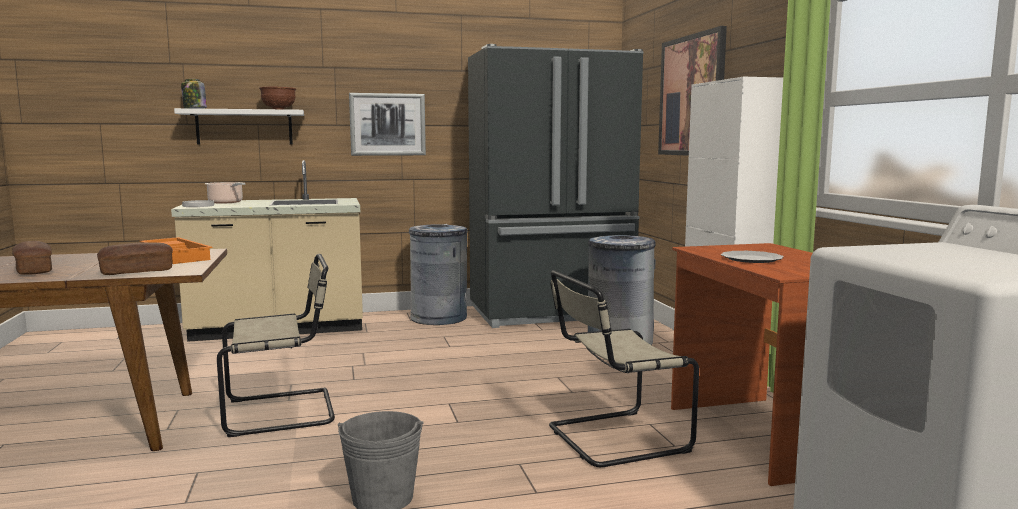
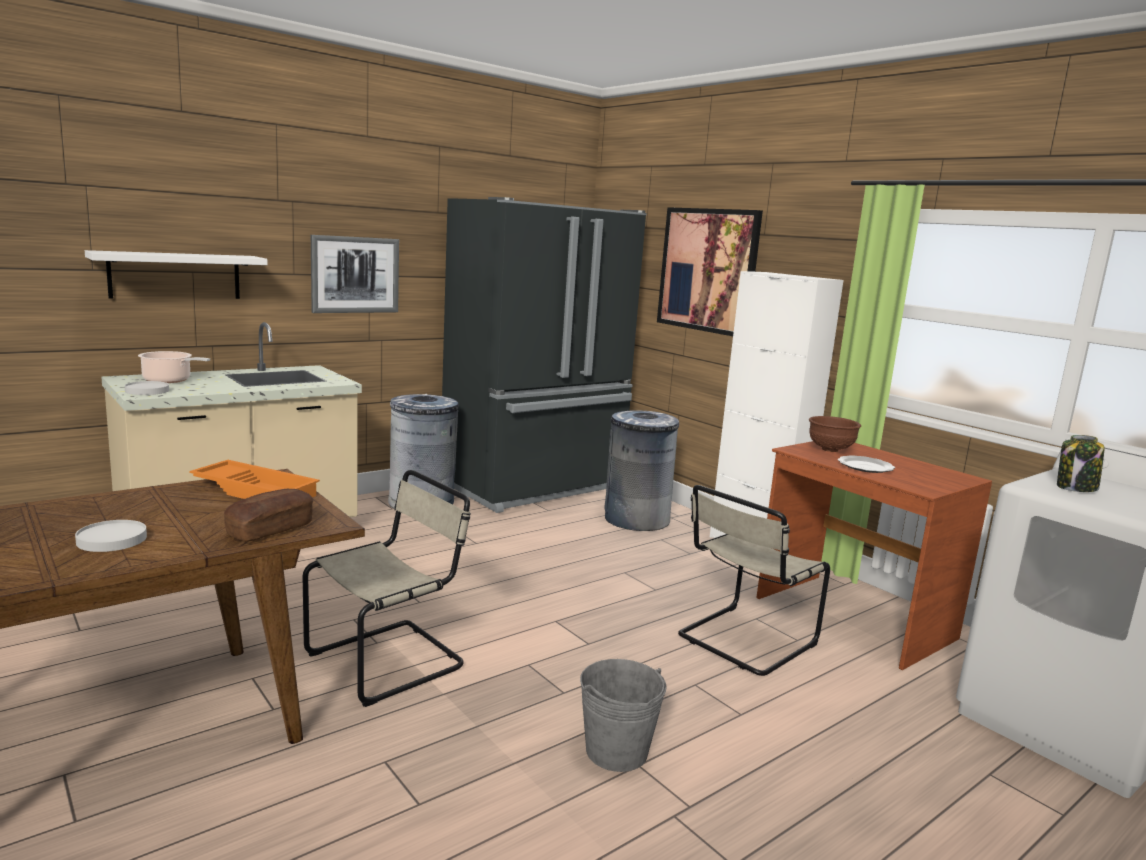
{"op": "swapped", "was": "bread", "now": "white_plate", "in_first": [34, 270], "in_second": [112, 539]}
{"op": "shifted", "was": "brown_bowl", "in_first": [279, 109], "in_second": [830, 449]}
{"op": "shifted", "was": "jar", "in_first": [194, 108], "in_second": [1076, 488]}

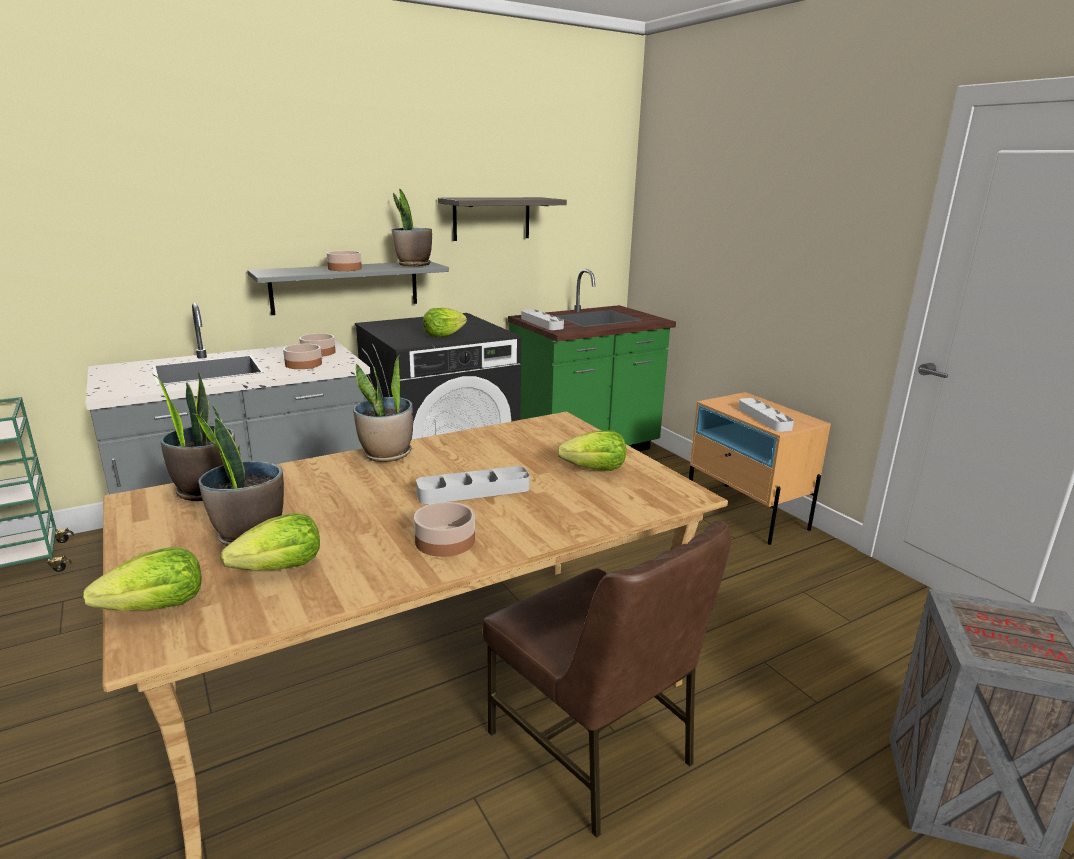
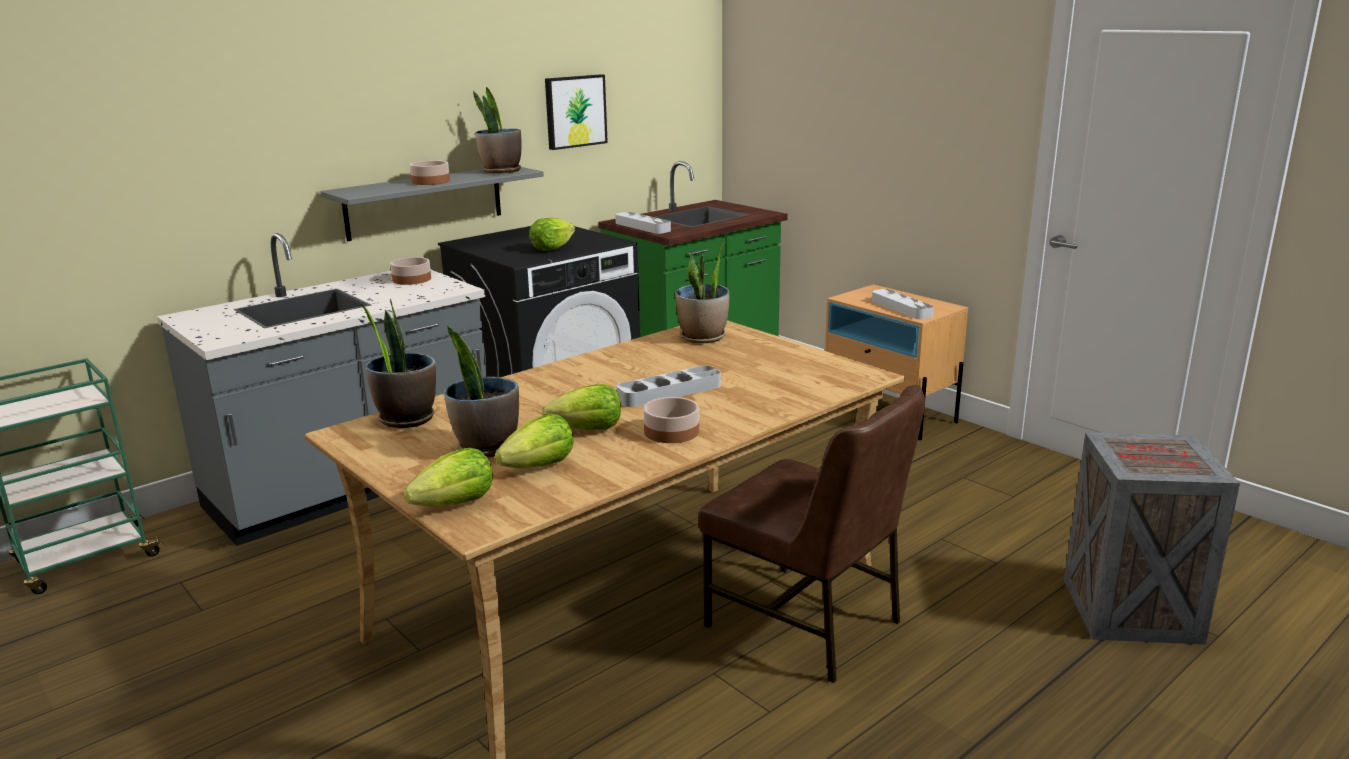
{"op": "shifted", "was": "lettuce", "in_first": [595, 469], "in_second": [588, 430]}
{"op": "swapped", "was": "shelf", "now": "picture", "in_first": [491, 218], "in_second": [575, 111]}
{"op": "shifted", "was": "potted_plant", "in_first": [386, 454], "in_second": [703, 338]}
{"op": "gone", "was": "bowl", "in_first": [303, 364]}

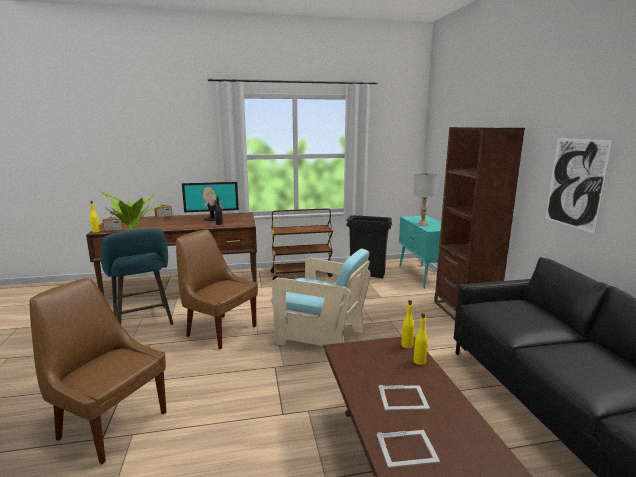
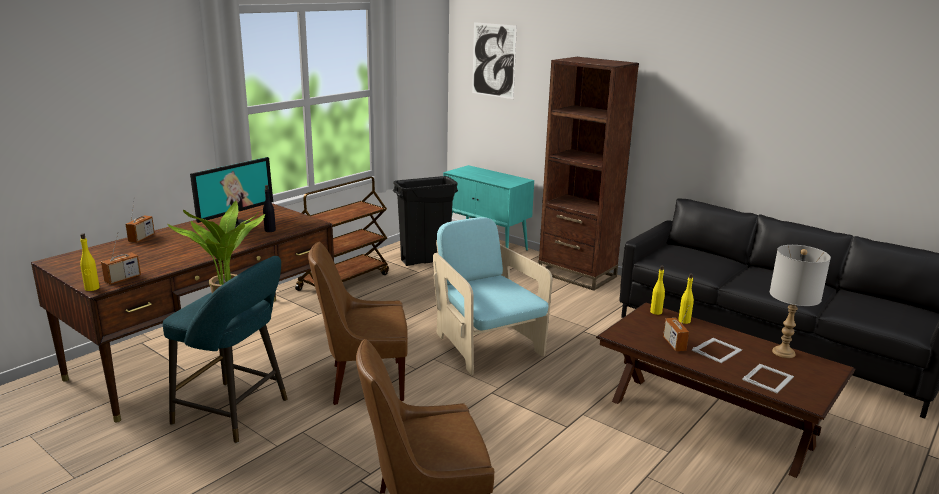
{"op": "rotated", "was": "turquoise_armchair", "in_first": [320, 336], "in_second": [486, 346], "clockwise": -105}
{"op": "shifted", "was": "picture", "in_first": [575, 183], "in_second": [493, 60]}
{"op": "new", "now": "radio", "in_second": [674, 344]}
{"op": "shifted", "was": "grey_table_lamp", "in_first": [422, 224], "in_second": [783, 352]}

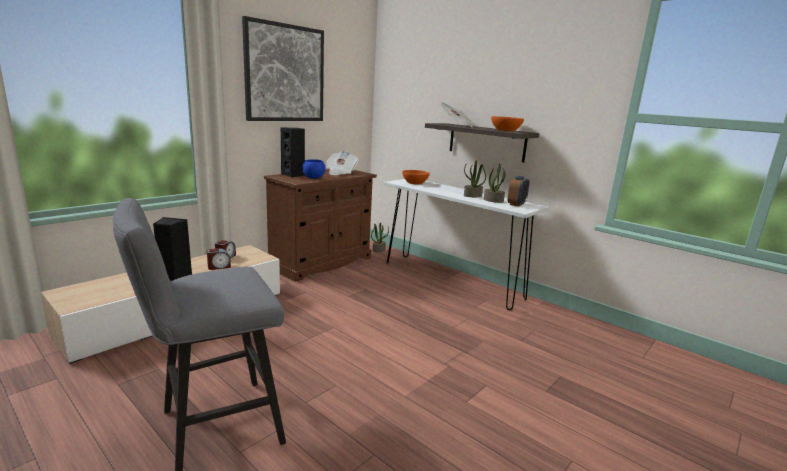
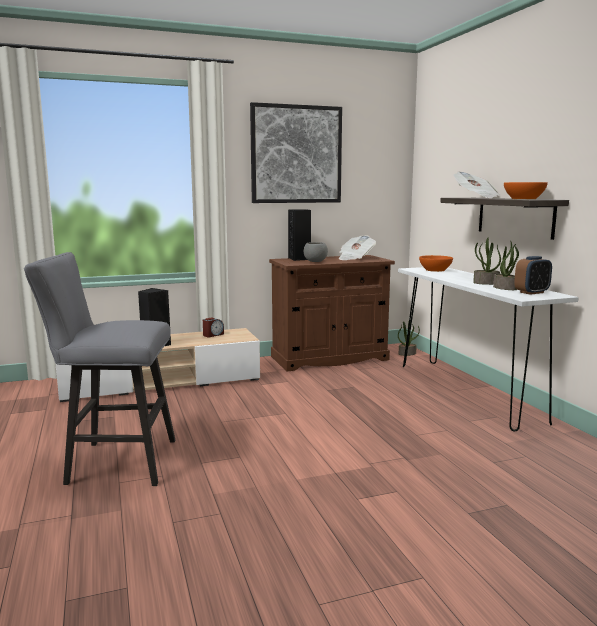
{"op": "repainted", "was": "blue_bowl", "now": "grey_bowl", "in_first": [313, 178], "in_second": [315, 261]}
{"op": "gone", "was": "alarm_clock", "in_first": [219, 267]}

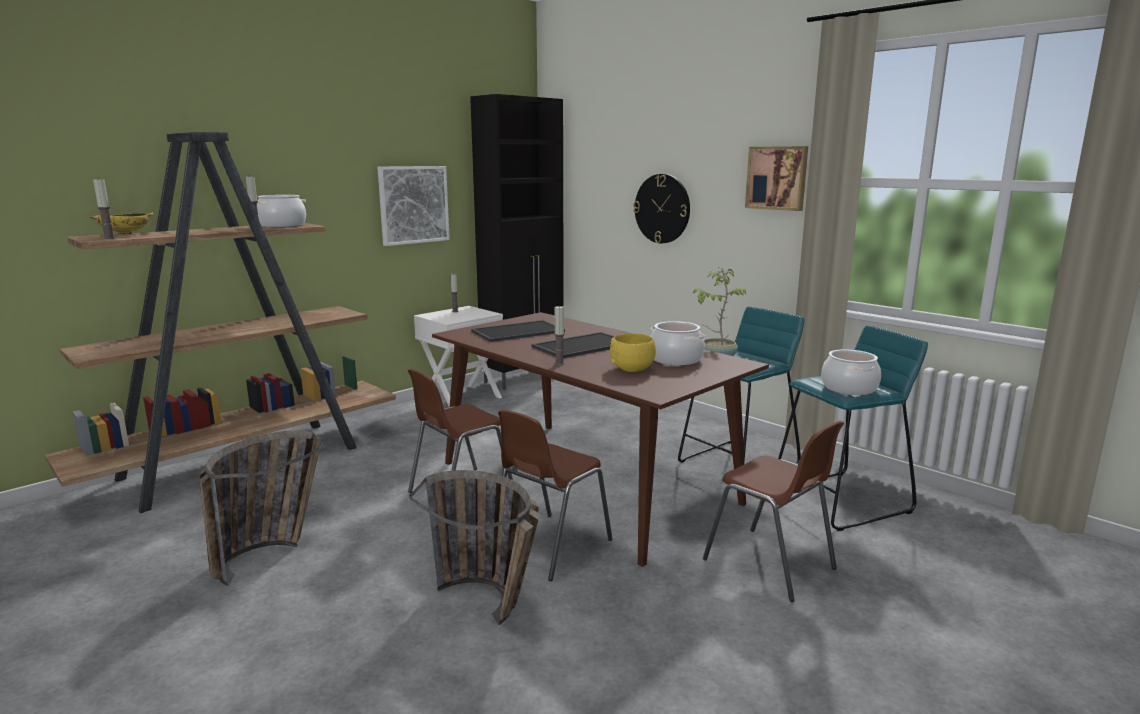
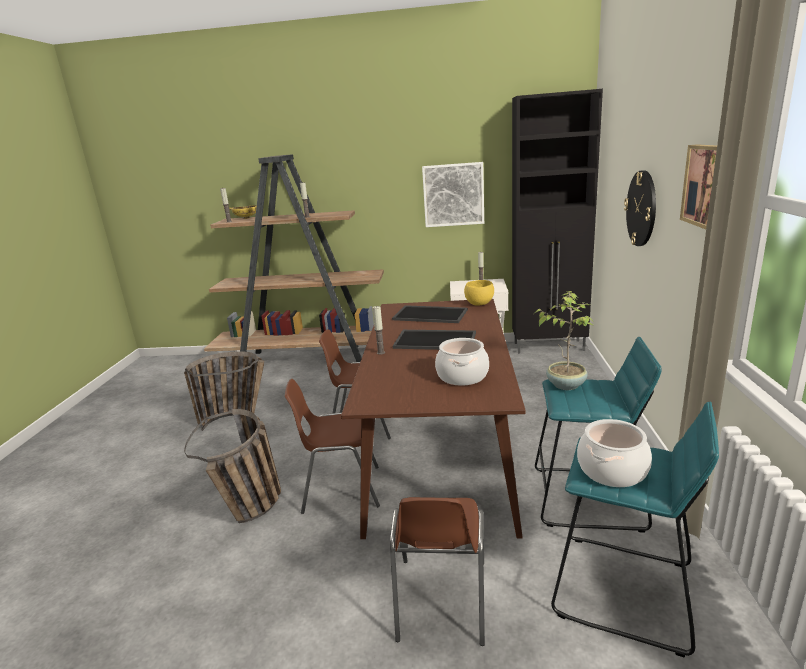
{"op": "shifted", "was": "yellow_bowl", "in_first": [633, 369], "in_second": [479, 303]}
{"op": "gone", "was": "cooking_pot", "in_first": [282, 225]}

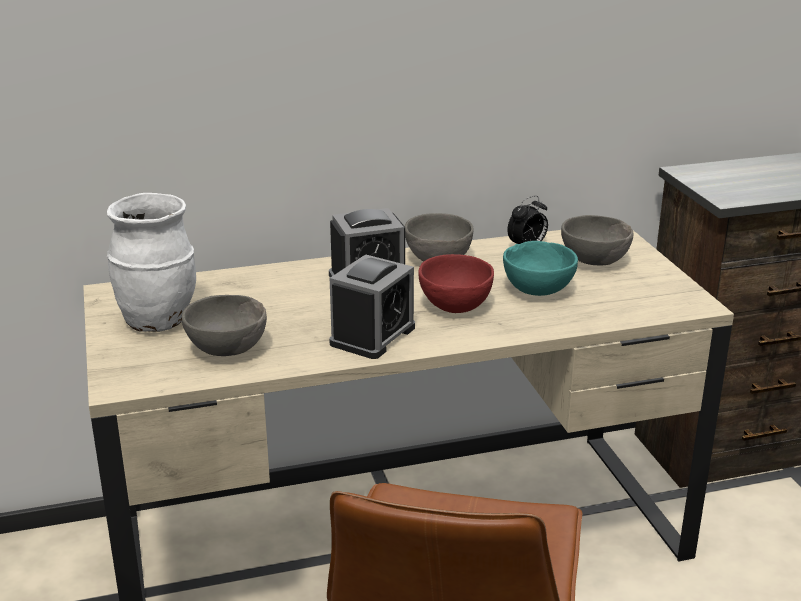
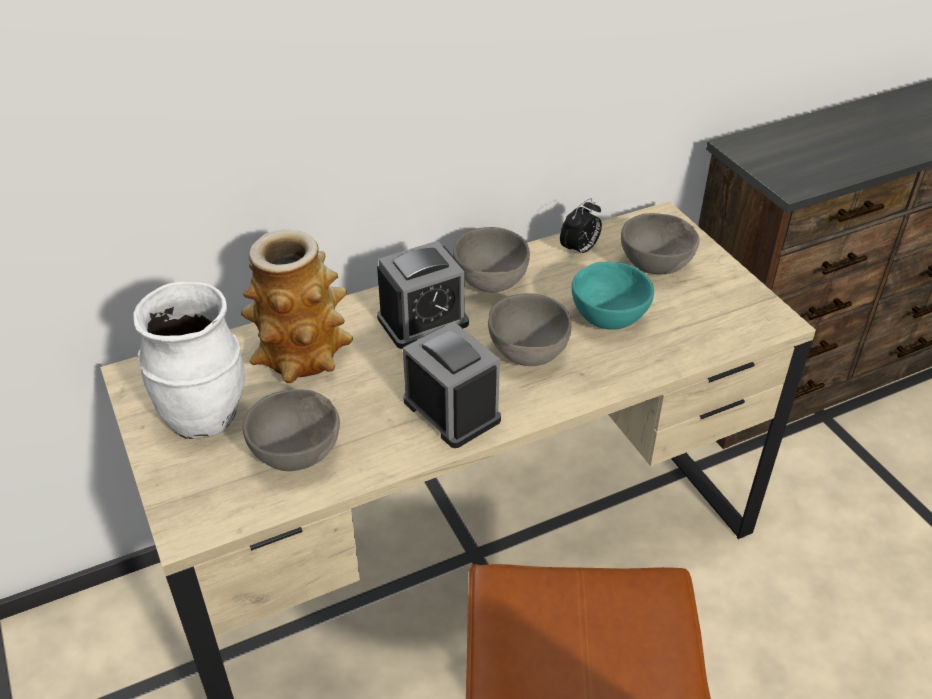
{"op": "new", "now": "vase", "in_second": [302, 354]}
{"op": "rotated", "was": "alarm_clock", "in_first": [373, 335], "in_second": [451, 410], "clockwise": -60}
{"op": "repainted", "was": "red_bowl", "now": "grey_bowl", "in_first": [454, 306], "in_second": [527, 353]}

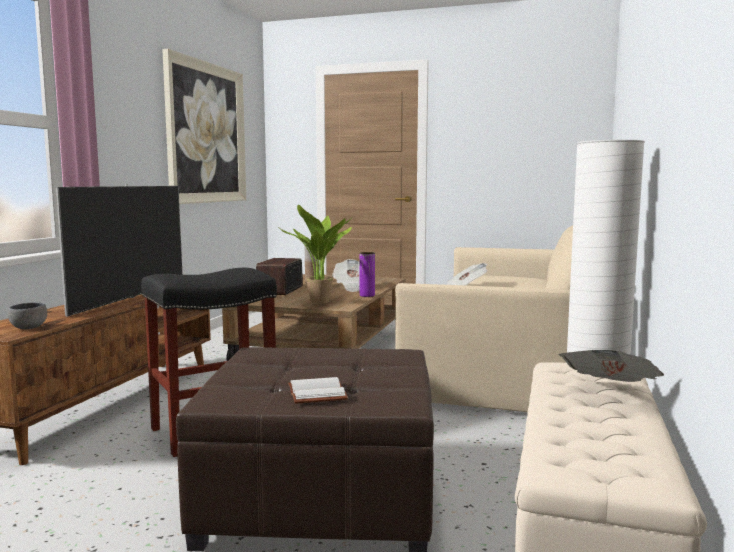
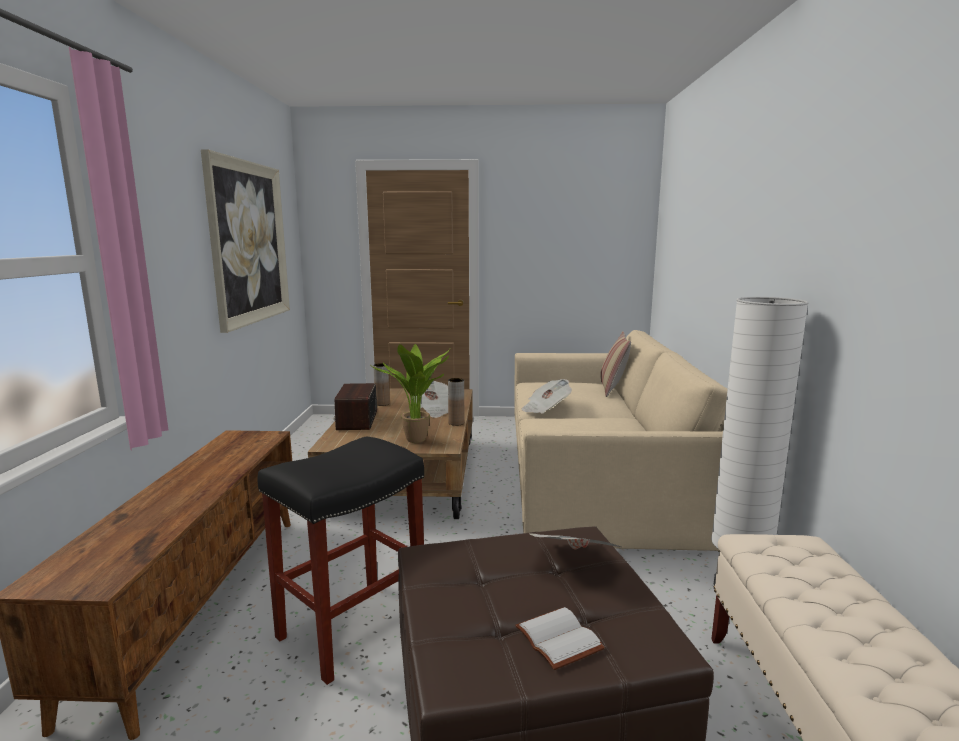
{"op": "repainted", "was": "purple_vase", "now": "brown_vase", "in_first": [367, 295], "in_second": [456, 423]}
{"op": "shifted", "was": "newspaper", "in_first": [610, 393], "in_second": [575, 562]}
{"op": "new", "now": "pillow", "in_second": [612, 389]}
{"op": "gone", "was": "grey_bowl", "in_first": [27, 328]}
{"op": "gone", "was": "television", "in_first": [131, 297]}

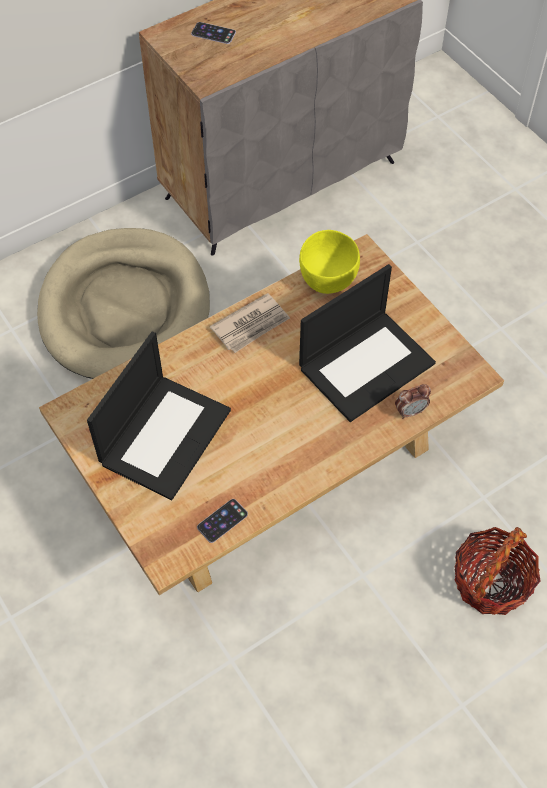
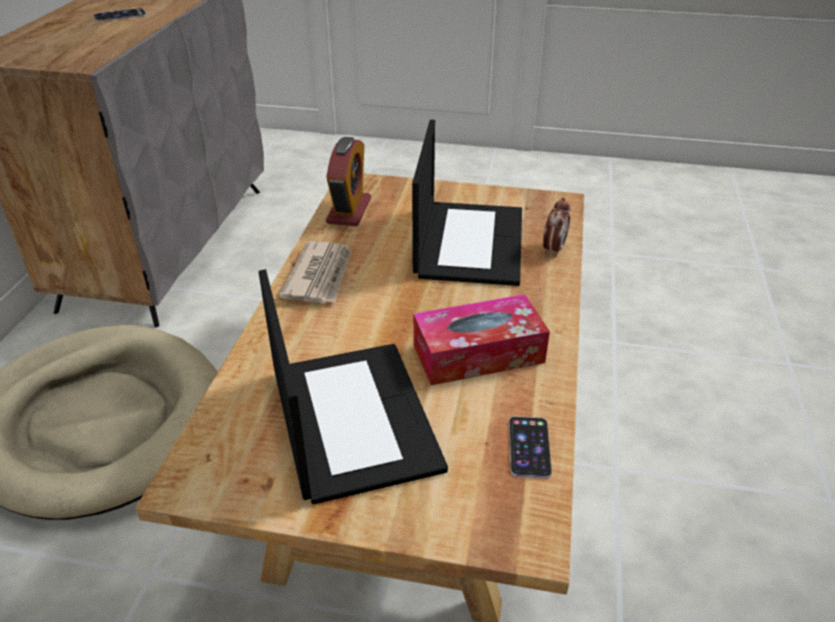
{"op": "shifted", "was": "phone", "in_first": [213, 33], "in_second": [120, 15]}
{"op": "swapped", "was": "yellow_bowl", "now": "alarm_clock", "in_first": [328, 280], "in_second": [349, 210]}
{"op": "new", "now": "tissue_box", "in_second": [478, 353]}
{"op": "gone", "was": "basket", "in_first": [490, 582]}

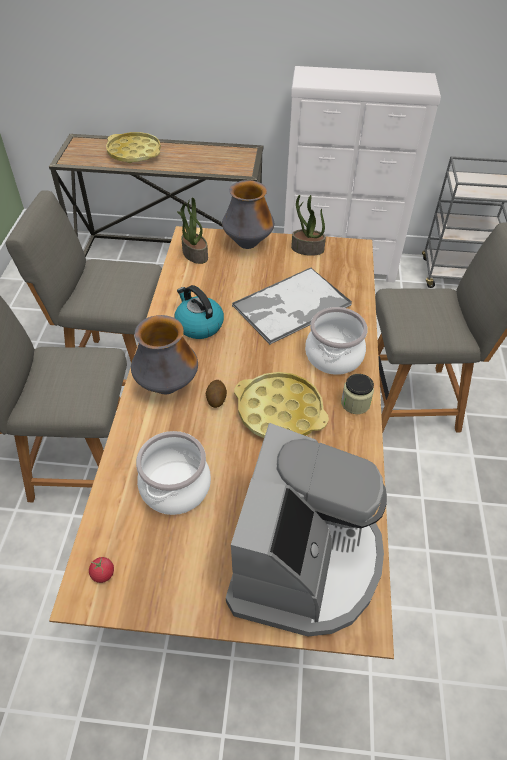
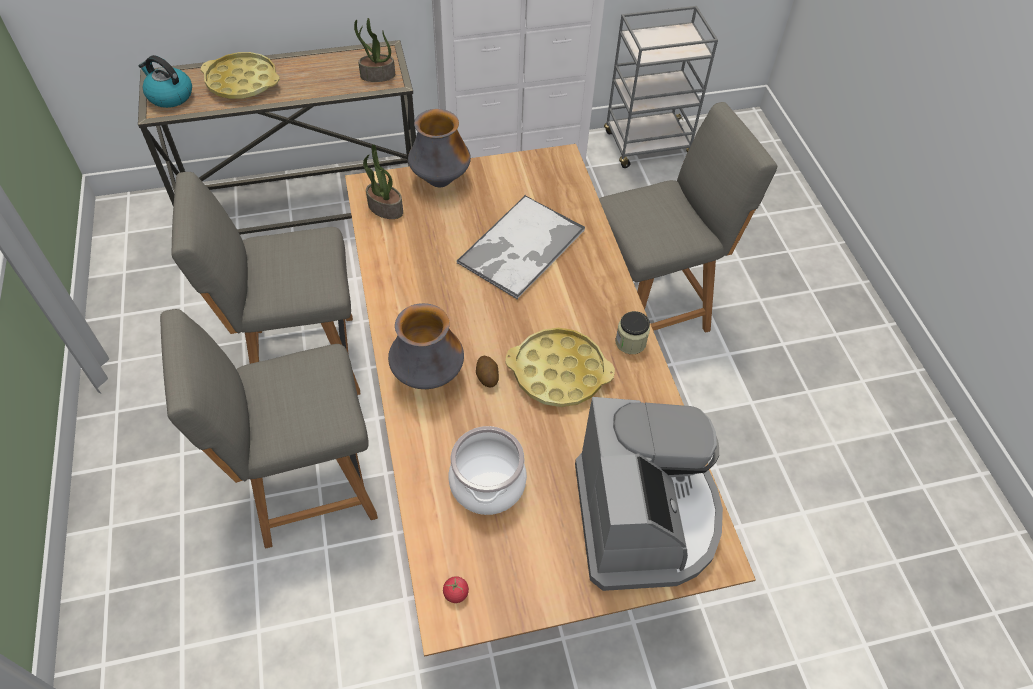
{"op": "shifted", "was": "kettle", "in_first": [198, 325], "in_second": [169, 96]}
{"op": "shifted", "was": "potted_plant", "in_first": [307, 249], "in_second": [377, 75]}
{"op": "gone", "was": "cooking_pot", "in_first": [333, 356]}

